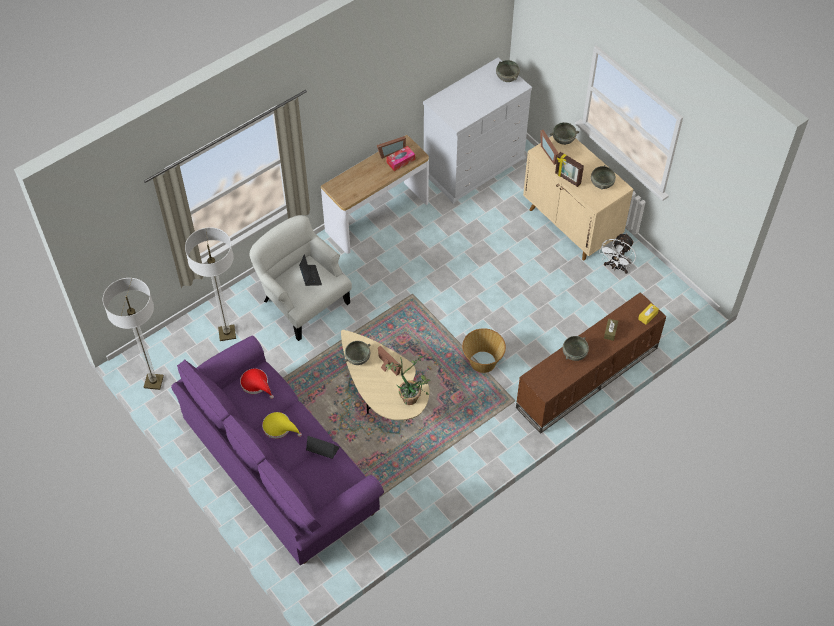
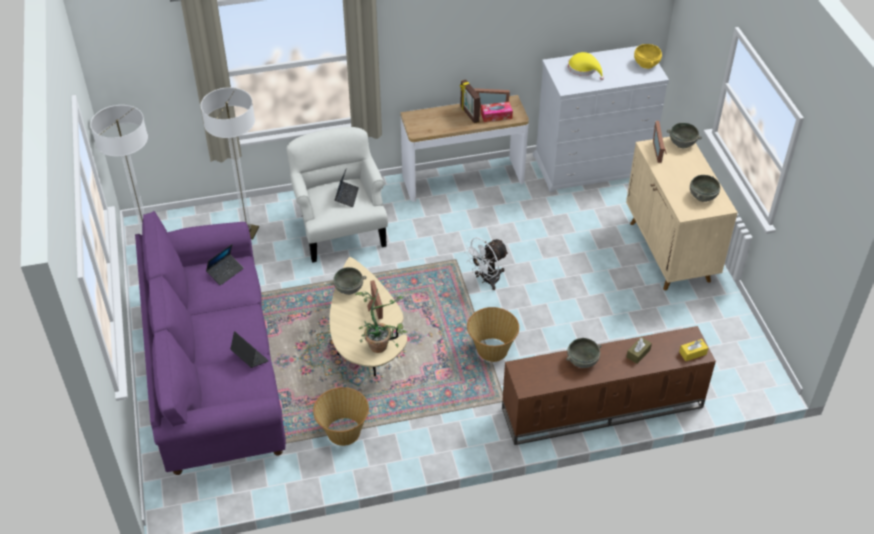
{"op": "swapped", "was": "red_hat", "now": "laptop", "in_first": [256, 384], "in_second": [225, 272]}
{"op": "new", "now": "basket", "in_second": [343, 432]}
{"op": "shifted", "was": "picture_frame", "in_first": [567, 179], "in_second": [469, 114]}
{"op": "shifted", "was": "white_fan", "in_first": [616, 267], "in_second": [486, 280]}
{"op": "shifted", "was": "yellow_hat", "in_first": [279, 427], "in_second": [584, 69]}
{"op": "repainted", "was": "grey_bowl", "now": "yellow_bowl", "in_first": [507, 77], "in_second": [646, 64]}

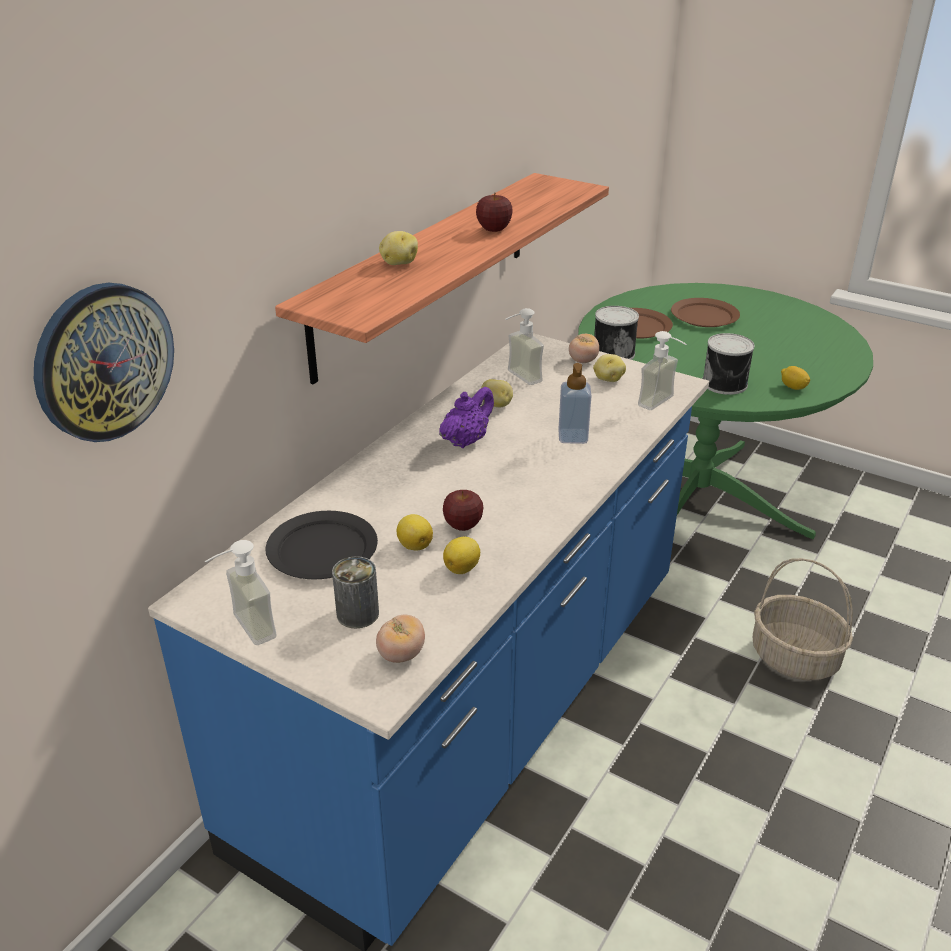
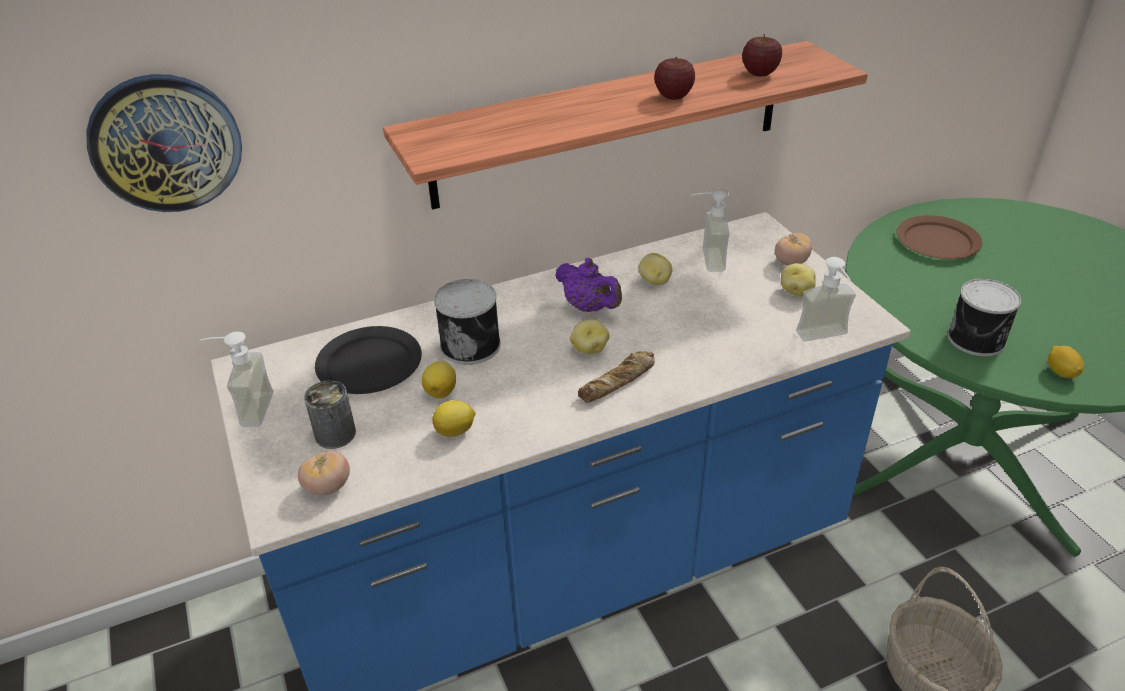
{"op": "shifted", "was": "can", "in_first": [613, 353], "in_second": [471, 344]}
{"op": "rotated", "was": "purple_teapot", "in_first": [466, 440], "in_second": [589, 307], "clockwise": 60}
{"op": "shifted", "was": "potato", "in_first": [398, 263], "in_second": [589, 349]}
{"op": "new", "now": "bread", "in_second": [618, 382]}
{"op": "shifted", "was": "apple", "in_first": [463, 525], "in_second": [759, 74]}
{"op": "gone", "was": "soap_dispenser", "in_first": [573, 437]}
{"op": "gone", "was": "brown_plate", "in_first": [705, 316]}

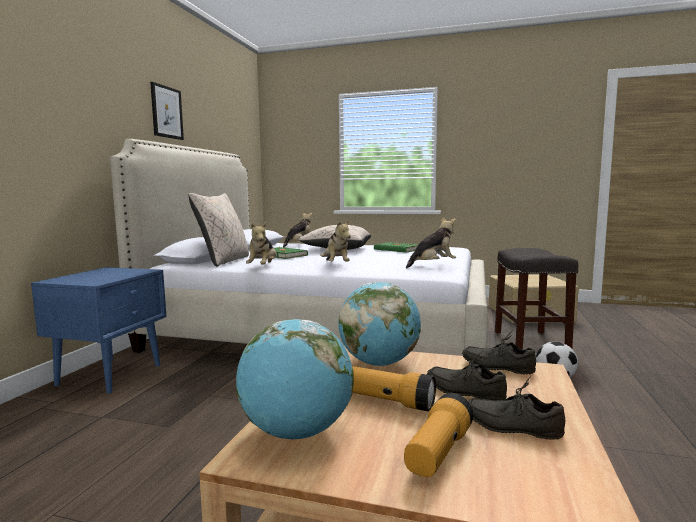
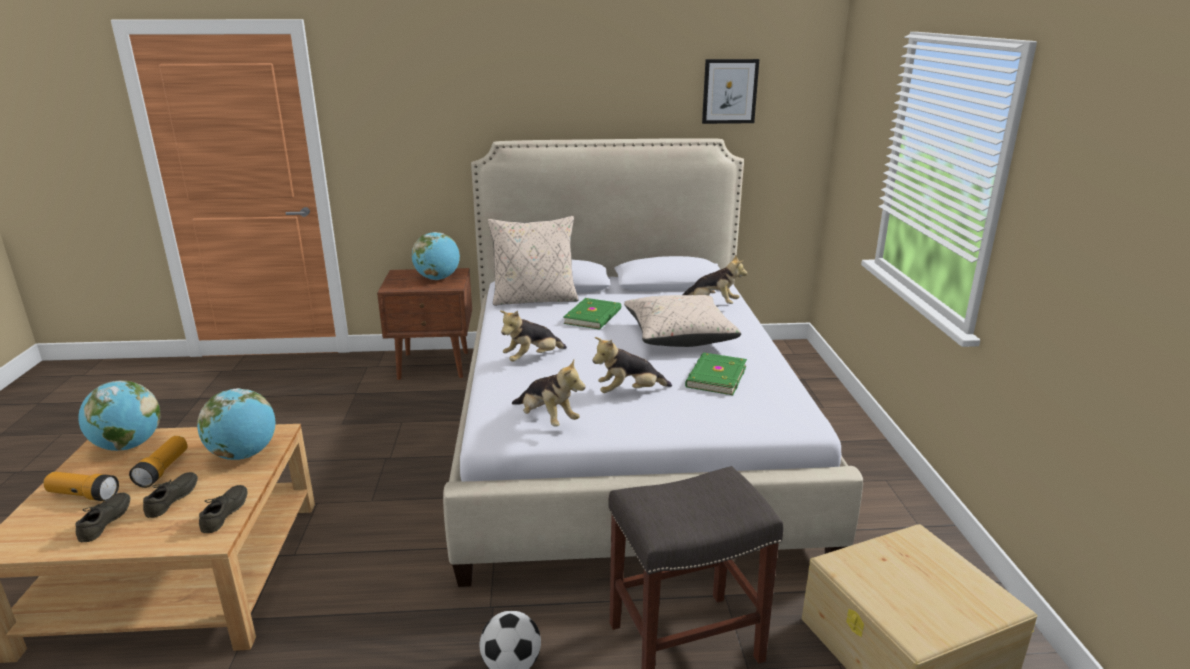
{"op": "repainted", "was": "blue_nightstand", "now": "brown_nightstand", "in_first": [111, 374], "in_second": [434, 365]}
{"op": "new", "now": "globe", "in_second": [438, 278]}
{"op": "shifted", "was": "plush_toy", "in_first": [263, 267], "in_second": [629, 392]}
{"op": "shifted", "was": "picture", "in_first": [166, 112], "in_second": [729, 91]}

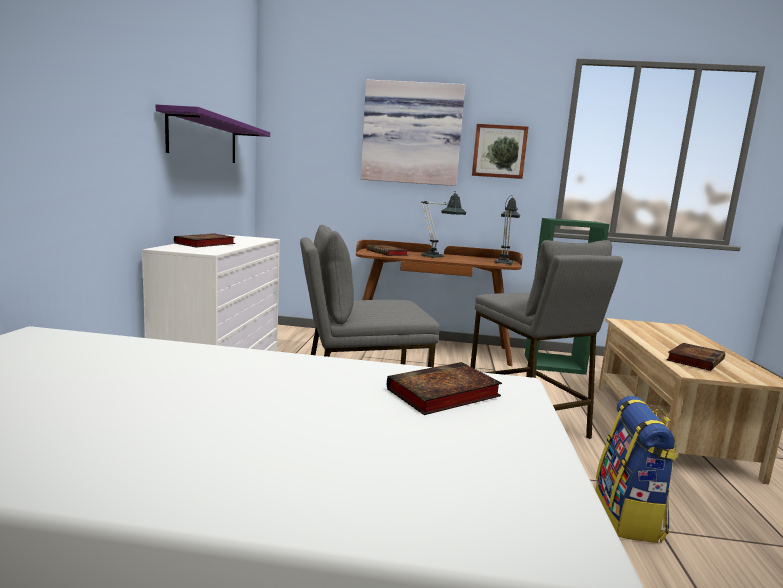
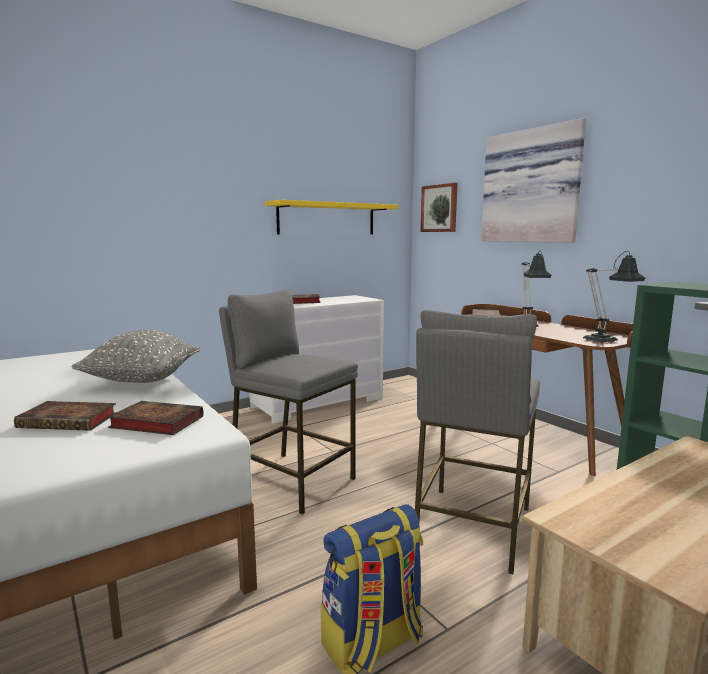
{"op": "shifted", "was": "book", "in_first": [695, 360], "in_second": [71, 421]}
{"op": "new", "now": "grey_pillow", "in_second": [142, 381]}
{"op": "repainted", "was": "purple_shelf", "now": "yellow_shelf", "in_first": [204, 139], "in_second": [327, 219]}
{"op": "shifted", "was": "picture", "in_first": [499, 151], "in_second": [439, 208]}

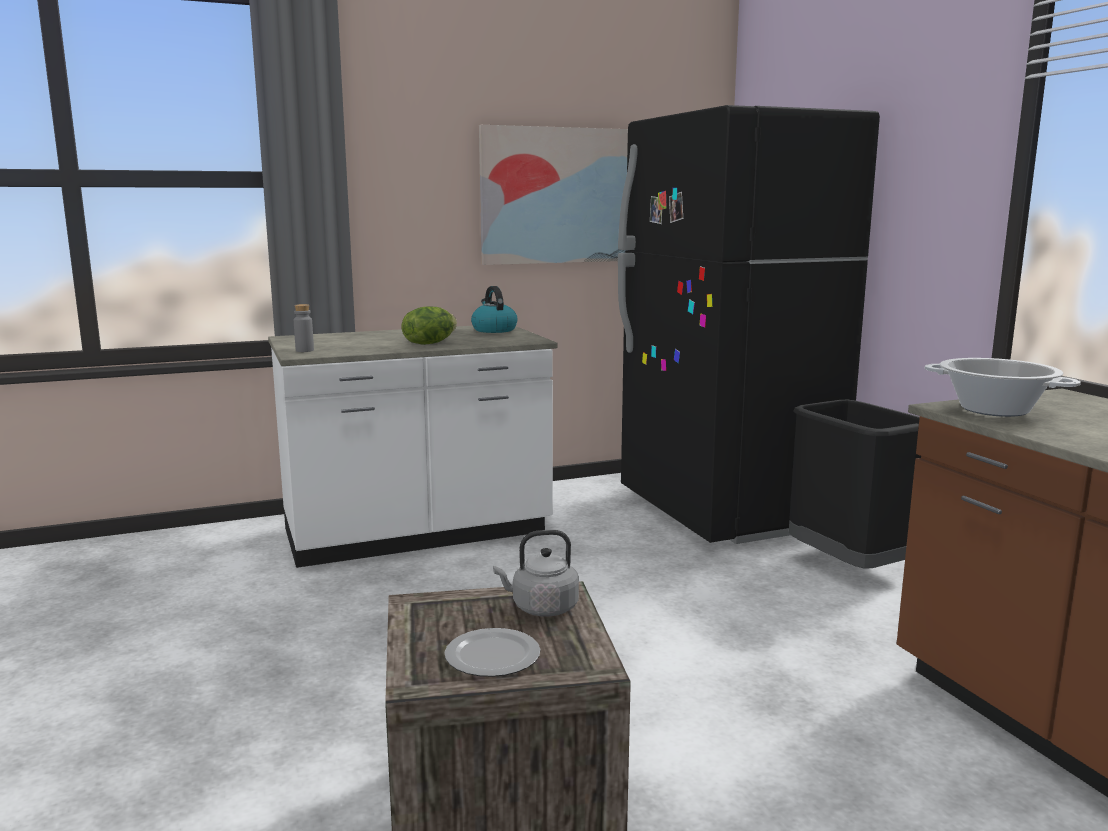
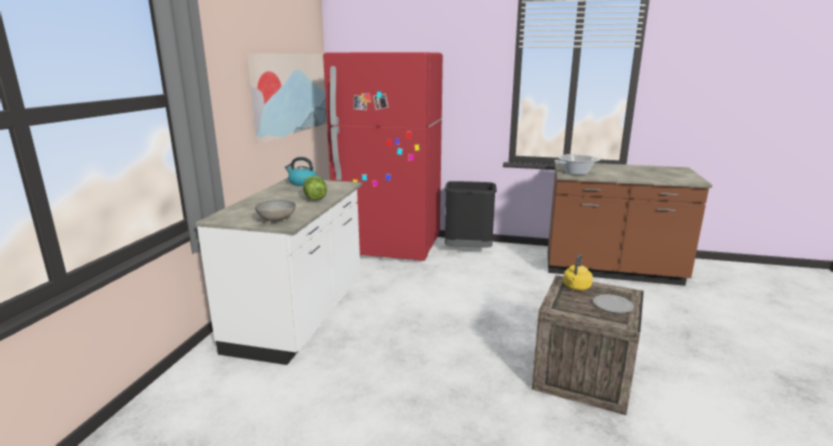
{"op": "swapped", "was": "grey_bottle", "now": "grey_bowl", "in_first": [304, 350], "in_second": [276, 222]}
{"op": "repainted", "was": "black_fridge", "now": "red_fridge", "in_first": [726, 510], "in_second": [389, 247]}
{"op": "repainted", "was": "grey_kettle", "now": "yellow_kettle", "in_first": [541, 608], "in_second": [576, 287]}

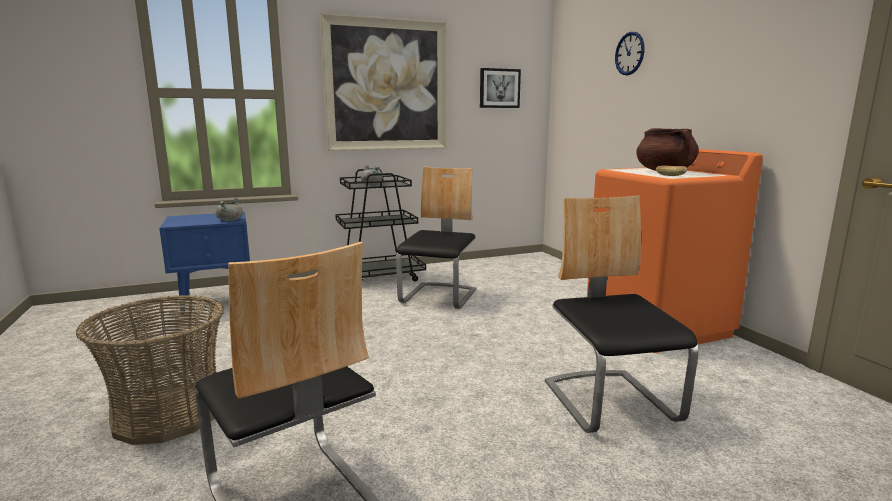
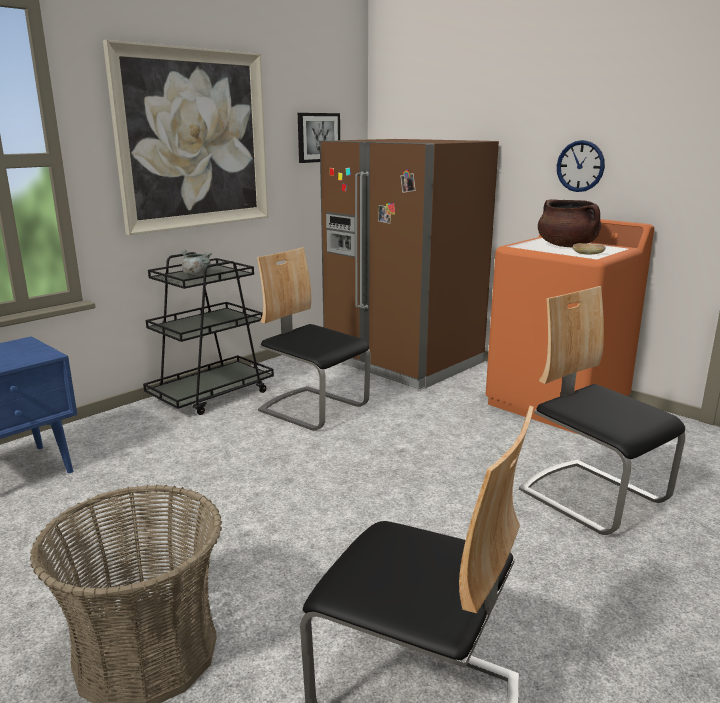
{"op": "rotated", "was": "chair", "in_first": [439, 296], "in_second": [313, 408], "clockwise": -45}
{"op": "new", "now": "brown_fridge", "in_second": [403, 361]}
{"op": "shifted", "was": "wall_clock", "in_first": [629, 53], "in_second": [580, 166]}
{"op": "gone", "was": "grey_cooking_pot", "in_first": [230, 220]}

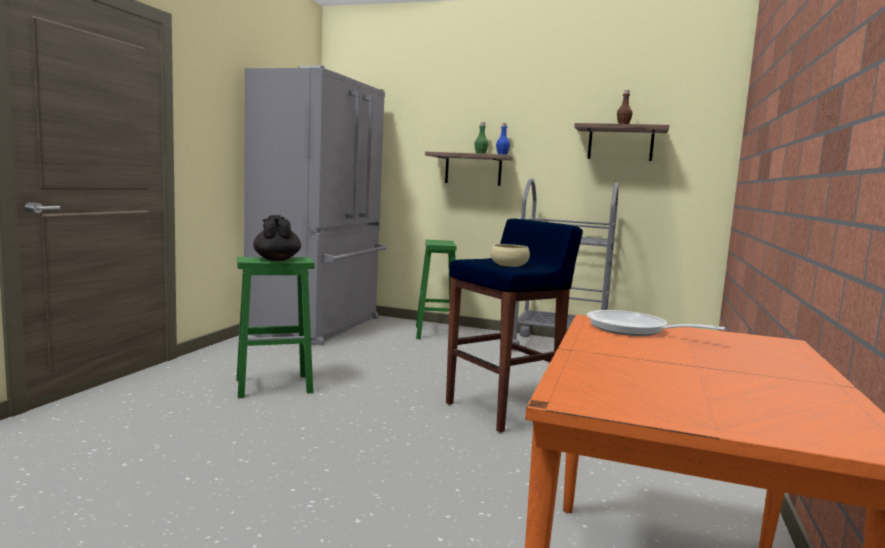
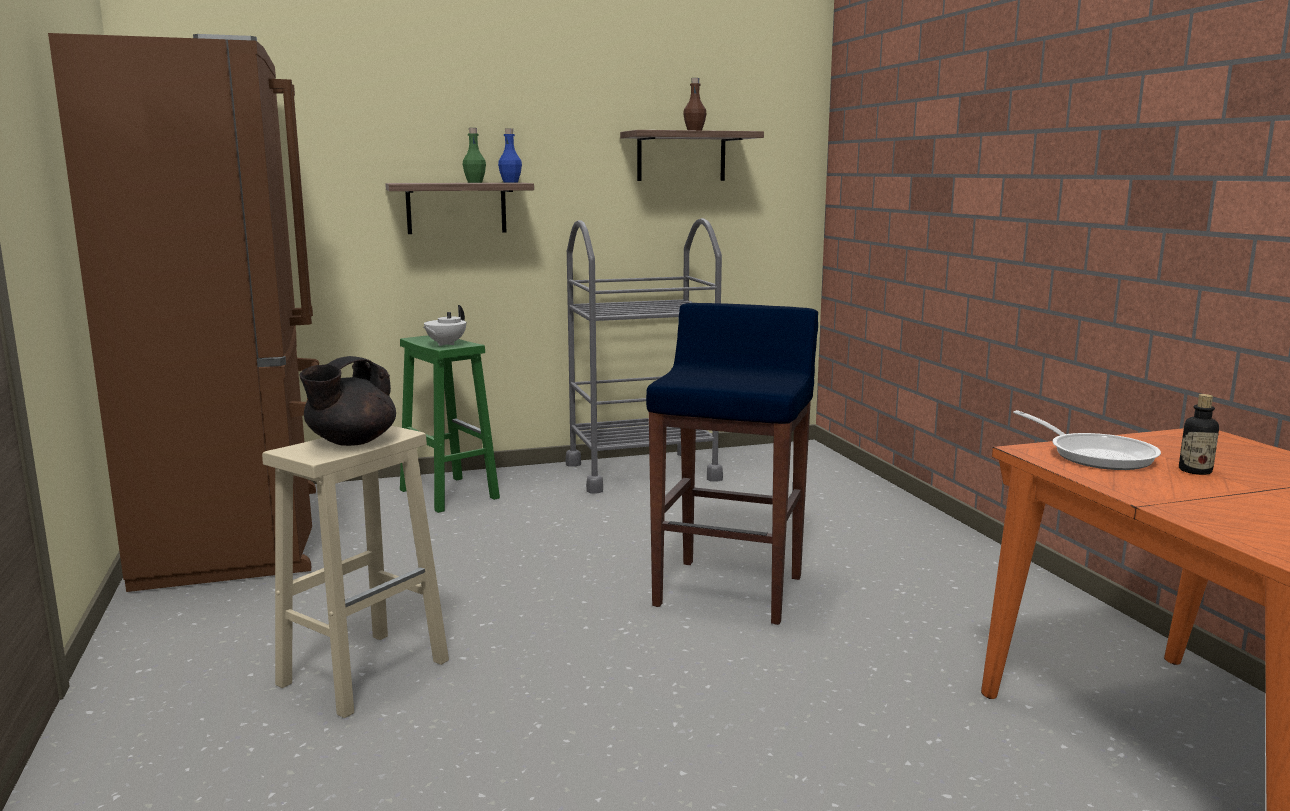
{"op": "repainted", "was": "grey_fridge", "now": "brown_fridge", "in_first": [319, 326], "in_second": [240, 534]}
{"op": "repainted", "was": "green_stool", "now": "beige_stool", "in_first": [275, 386], "in_second": [366, 671]}
{"op": "rotated", "was": "black_teapot", "in_first": [276, 259], "in_second": [350, 442], "clockwise": -90}
{"op": "new", "now": "white_teapot", "in_second": [445, 344]}
{"op": "rotated", "was": "frying_pan", "in_first": [633, 329], "in_second": [1095, 455], "clockwise": -120}
{"op": "new", "now": "bottle", "in_second": [1195, 471]}
{"op": "gone", "was": "beige_bowl", "in_first": [509, 265]}

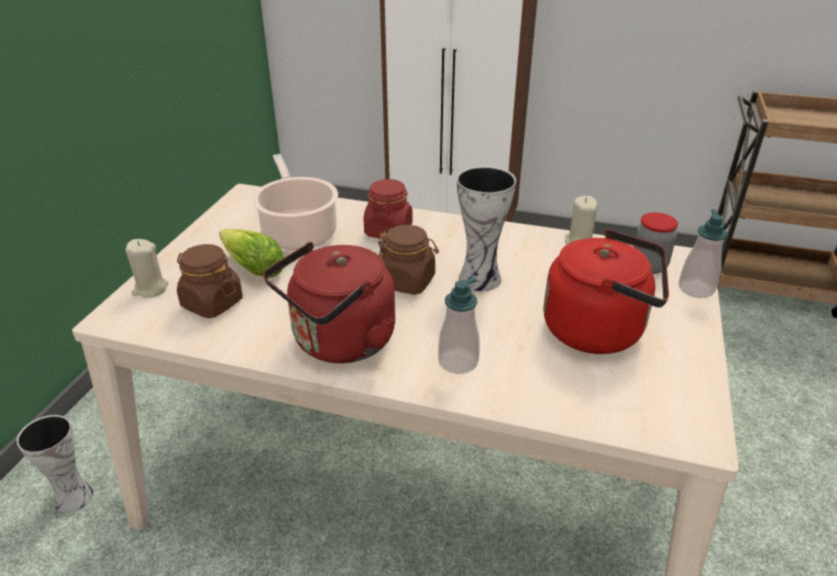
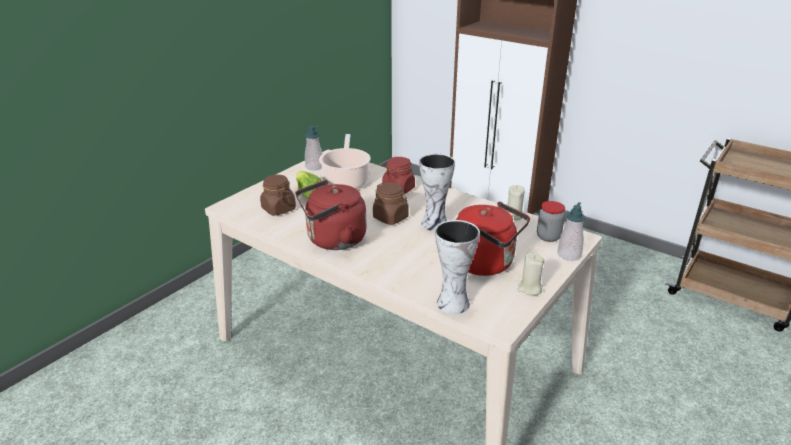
{"op": "shifted", "was": "soap_dispenser", "in_first": [458, 362], "in_second": [314, 167]}
{"op": "shifted", "was": "vase", "in_first": [72, 496], "in_second": [451, 302]}
{"op": "shifted", "was": "beige_candle", "in_first": [150, 289], "in_second": [529, 289]}

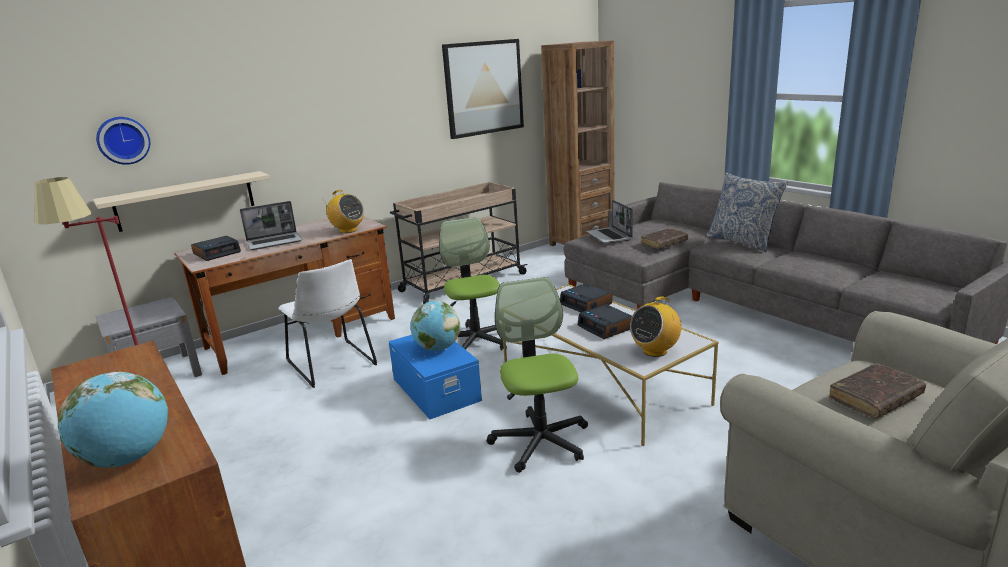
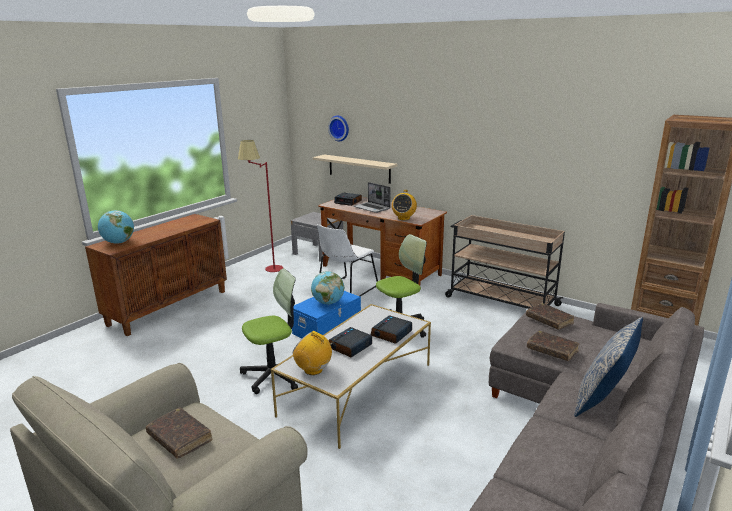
{"op": "swapped", "was": "laptop", "now": "brown_book", "in_first": [610, 236], "in_second": [549, 320]}
{"op": "gone", "was": "picture", "in_first": [483, 88]}

